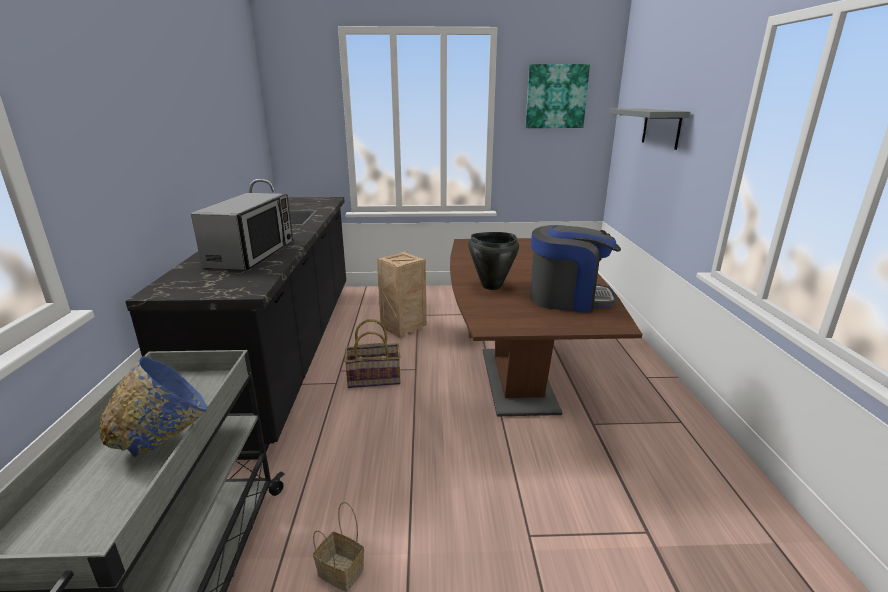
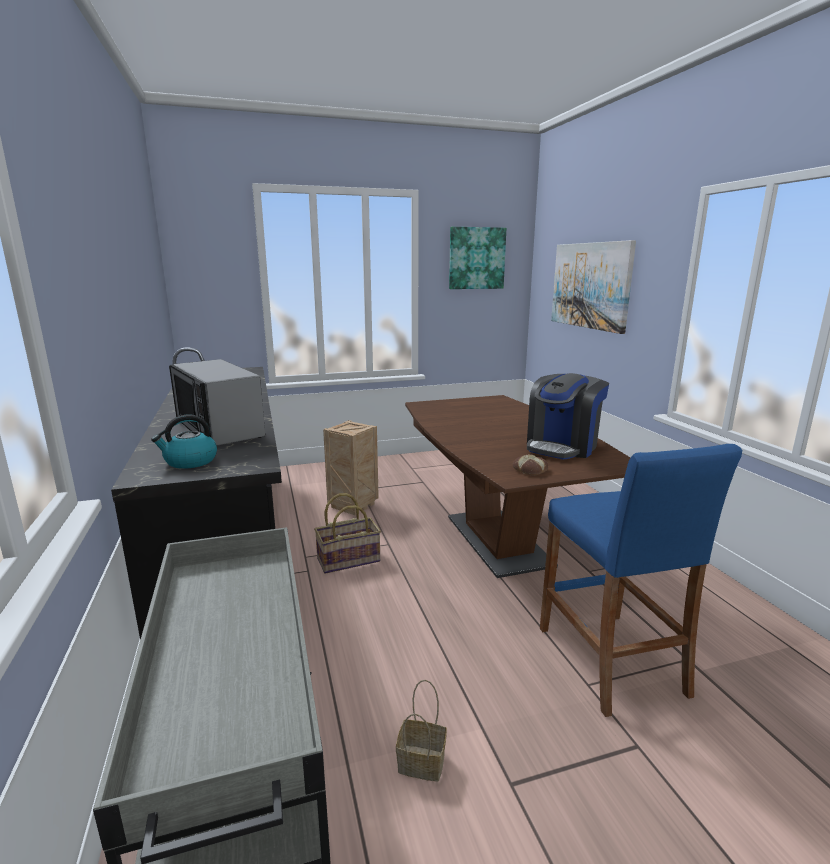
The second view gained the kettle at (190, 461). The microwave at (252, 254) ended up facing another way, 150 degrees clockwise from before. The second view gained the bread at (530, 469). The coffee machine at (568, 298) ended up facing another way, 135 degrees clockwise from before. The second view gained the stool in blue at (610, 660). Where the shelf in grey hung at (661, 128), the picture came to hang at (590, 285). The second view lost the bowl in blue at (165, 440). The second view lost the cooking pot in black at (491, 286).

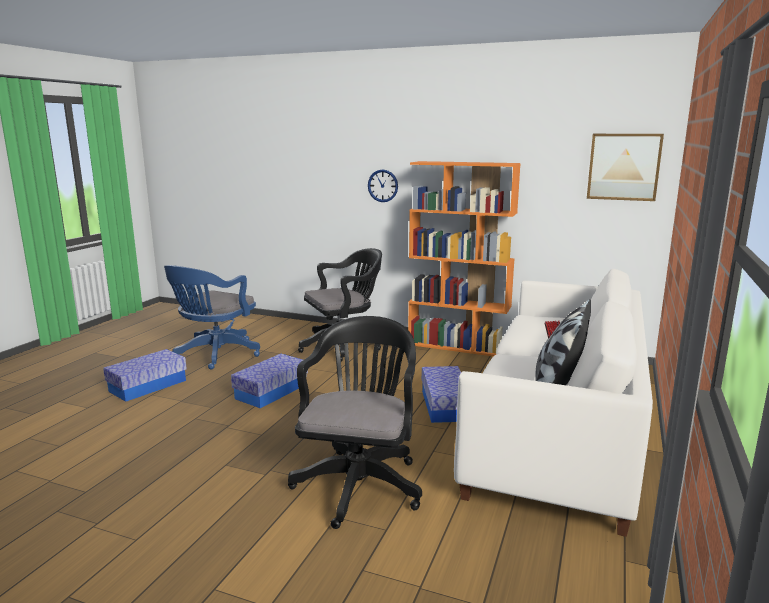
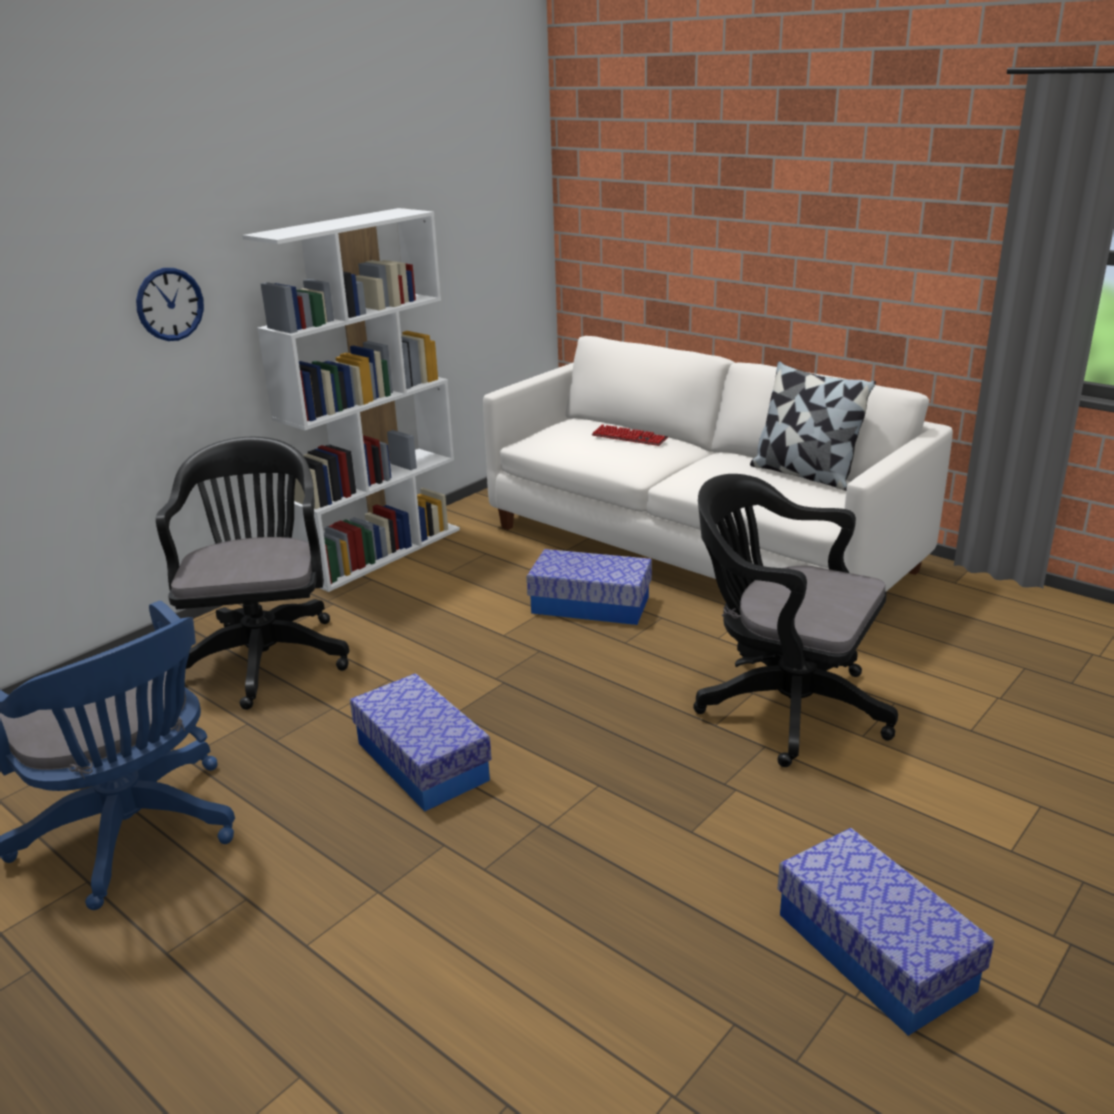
What was the bookcase in orange at (458, 346) turned into the bookcase in white at (381, 552). The storage box ended up elsewhere, having gone from (148, 386) to (874, 951). The second view lost the picture at (623, 167).

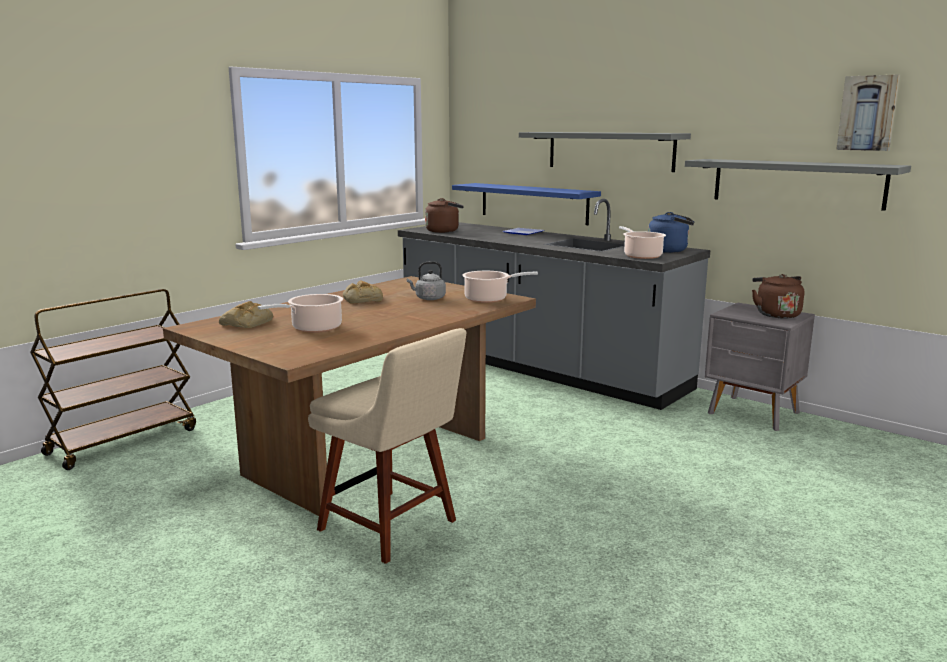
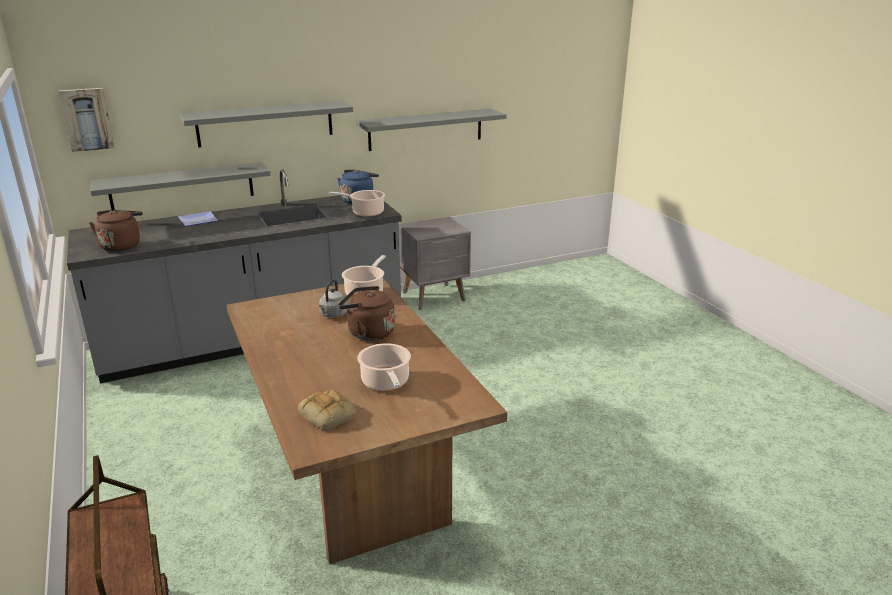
The picture ended up elsewhere, having gone from (868, 113) to (87, 119). What was the shelf in blue at (533, 203) turned into the shelf in grey at (182, 187). The kettle in brown ended up elsewhere, having gone from (776, 314) to (368, 332). The second view lost the chair in beige at (392, 527). The second view lost the bread at (362, 299).

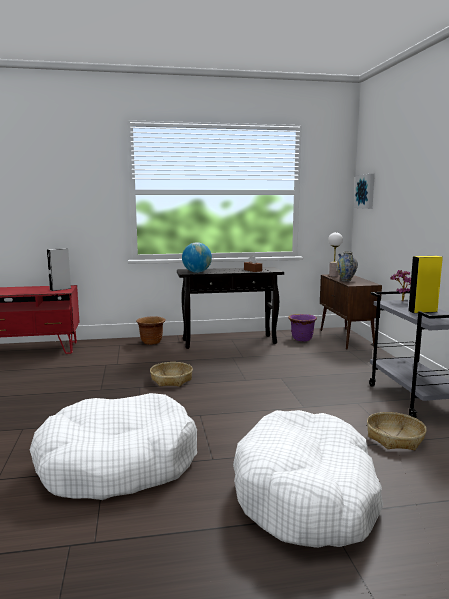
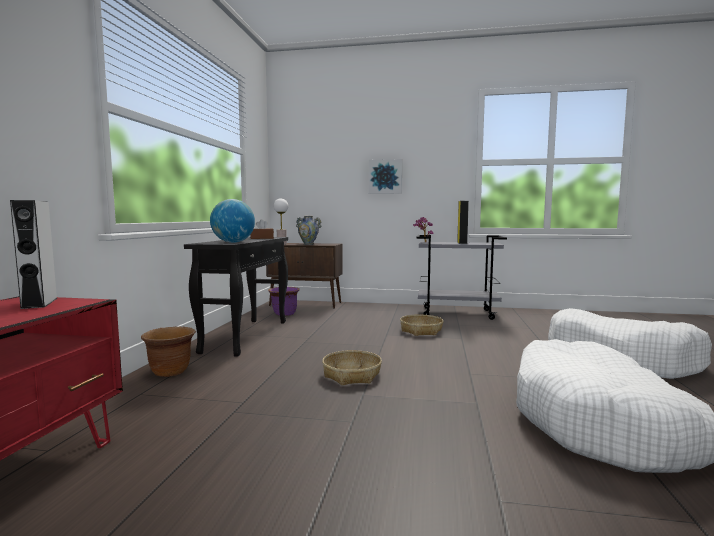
The picture ended up elsewhere, having gone from (365, 191) to (385, 176). The basket ended up elsewhere, having gone from (395, 438) to (421, 331).

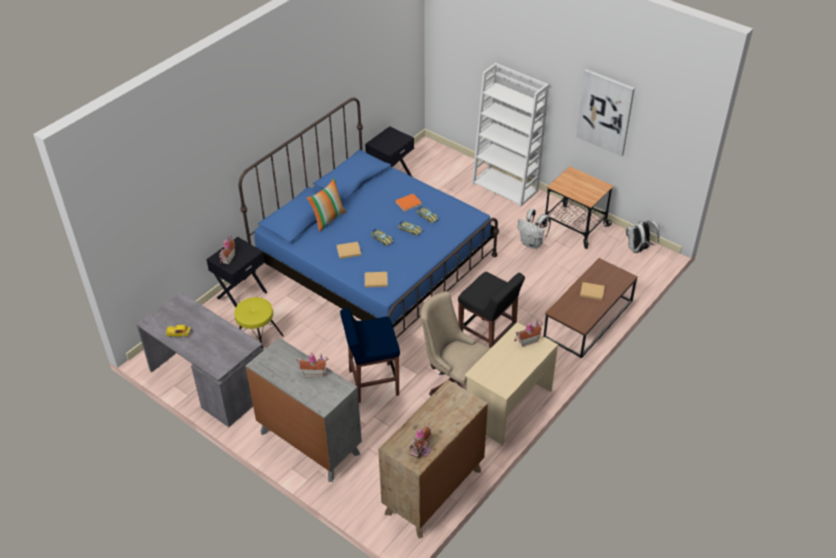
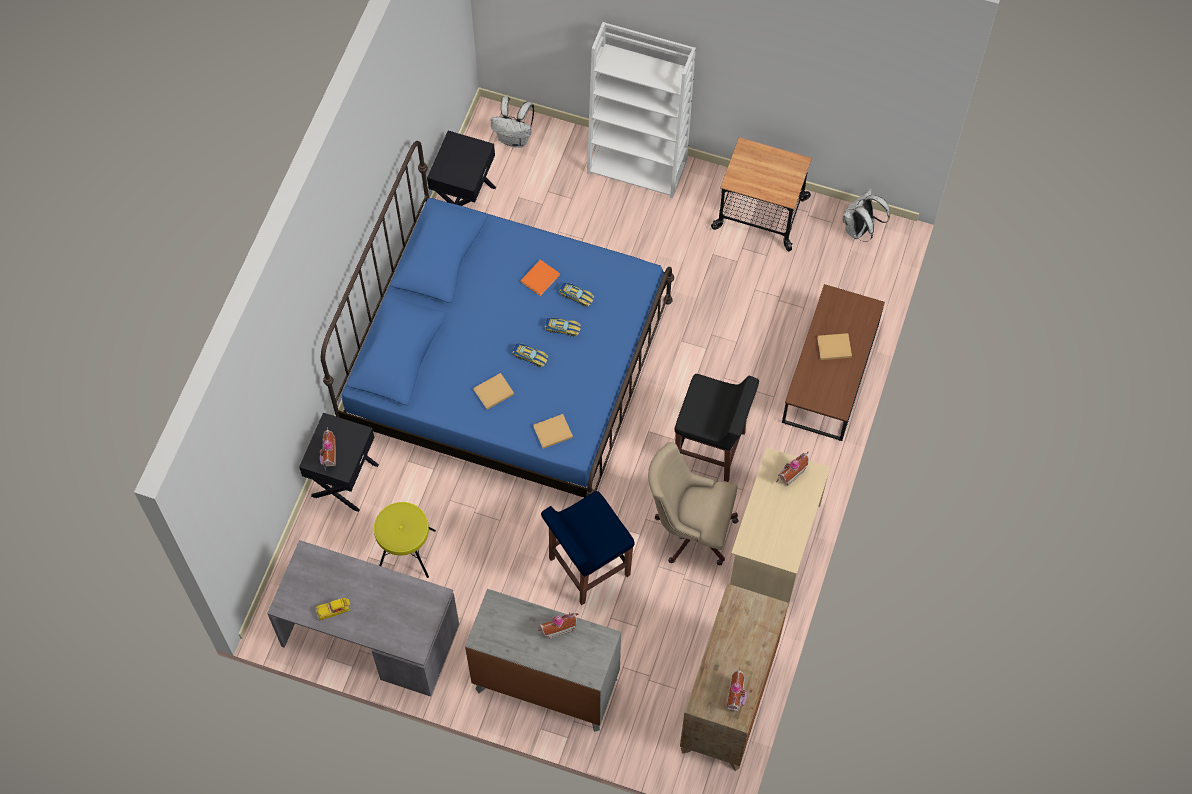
The backpack in white ended up elsewhere, having gone from (532, 243) to (515, 138). The second view lost the pillow at (328, 218). The second view lost the picture at (605, 112).

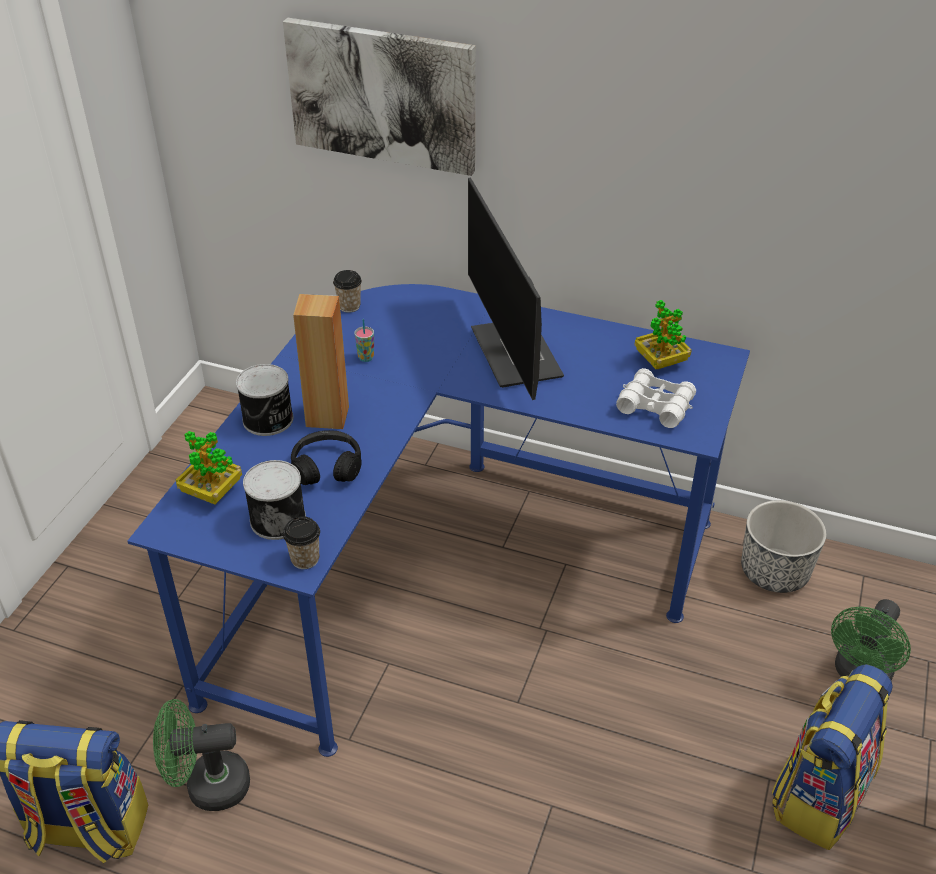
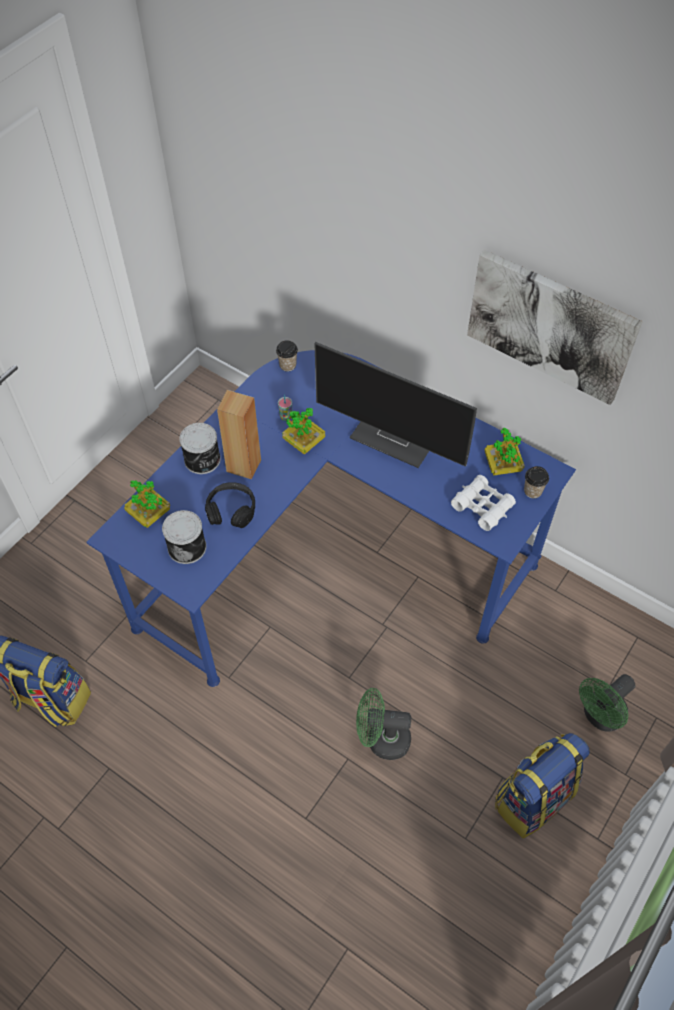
The second view gained the potted plant at (304, 443). The monitor at (517, 355) ended up facing another way, 60 degrees counterclockwise from before. The fan in green ended up elsewhere, having gone from (207, 786) to (381, 739). The picture ended up elsewhere, having gone from (382, 95) to (550, 325). The cup ended up elsewhere, having gone from (305, 559) to (532, 491). The second view lost the planter at (774, 571).

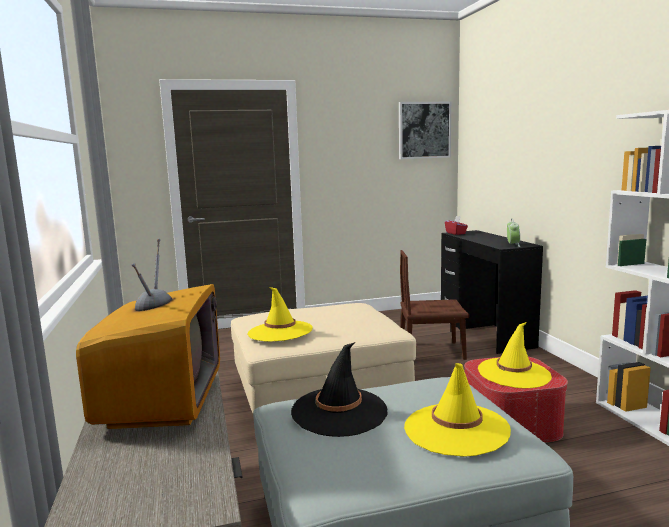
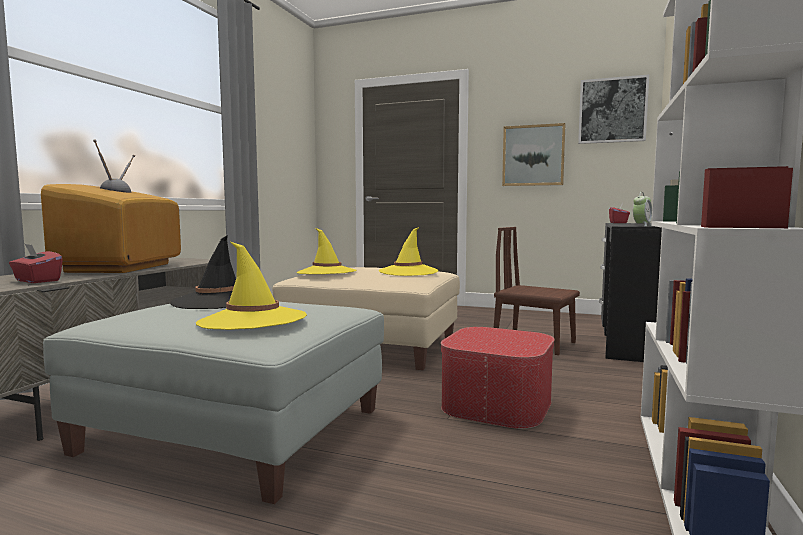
The second view gained the tissue box in red at (37, 281). The television at (163, 401) ended up facing another way, 150 degrees clockwise from before. The hat in yellow ended up elsewhere, having gone from (514, 373) to (408, 272). The second view gained the picture at (533, 155).

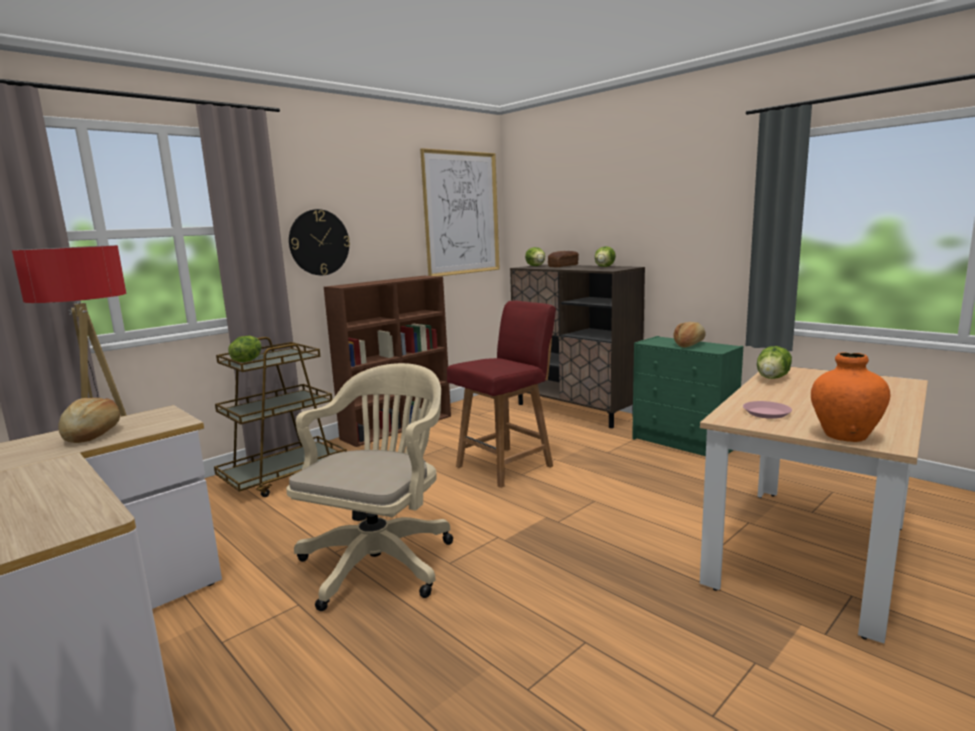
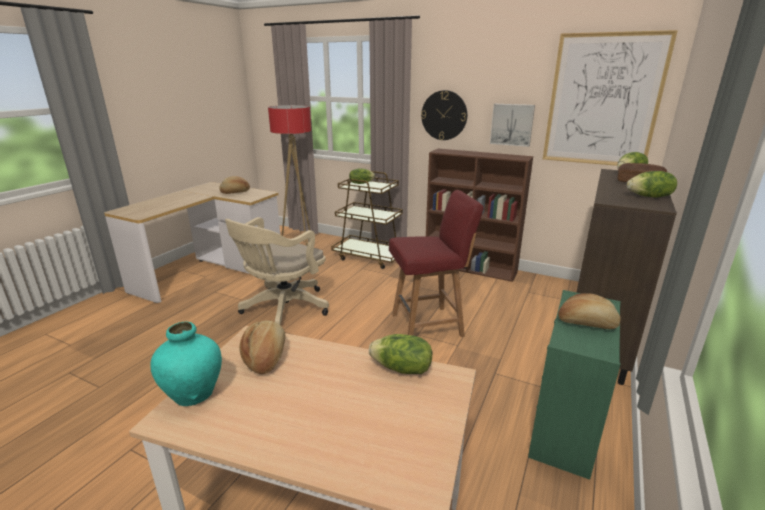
What was the vase in orange at (845, 436) turned into the vase in turquoise at (194, 395). The office chair in beige at (381, 560) ended up facing another way, 120 degrees clockwise from before. Where the plate in pink stood at (766, 413), the bread came to stand at (266, 357). The chair in red at (506, 466) ended up facing another way, 45 degrees counterclockwise from before. The second view gained the picture at (512, 124).

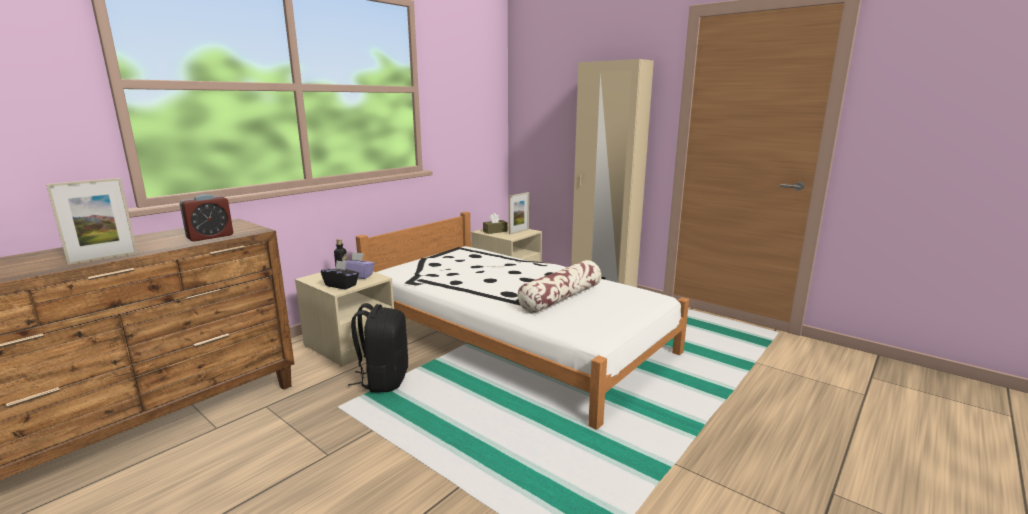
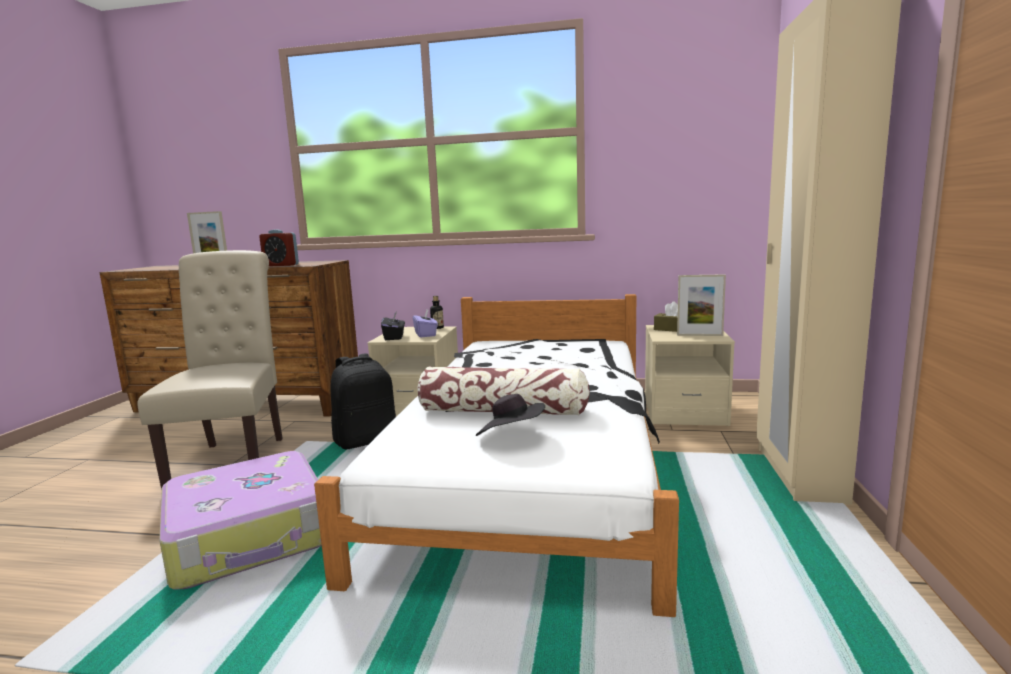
The second view gained the chair in beige at (234, 459). The second view gained the suitcase at (250, 536). The second view gained the hat in black at (511, 437).

